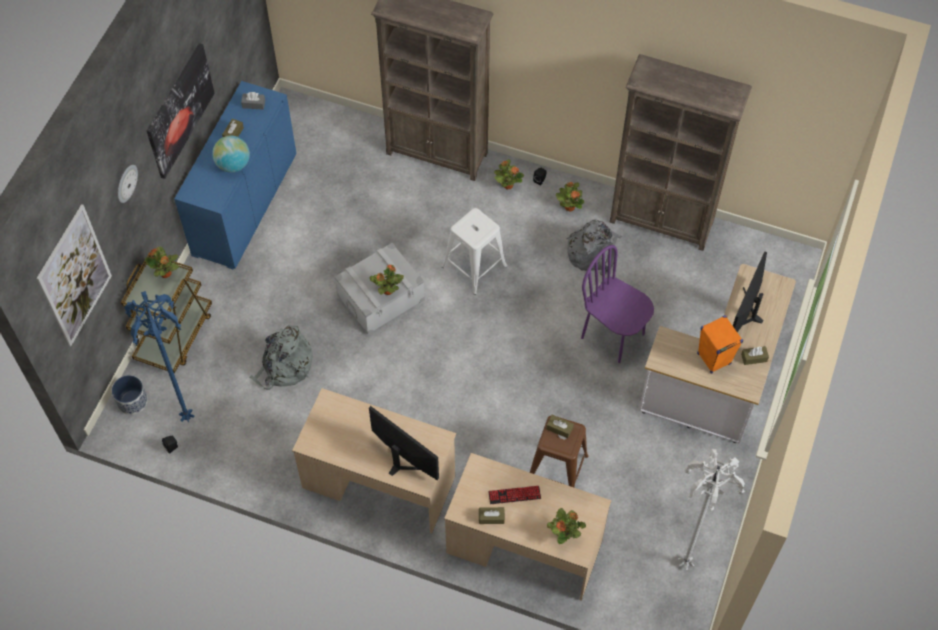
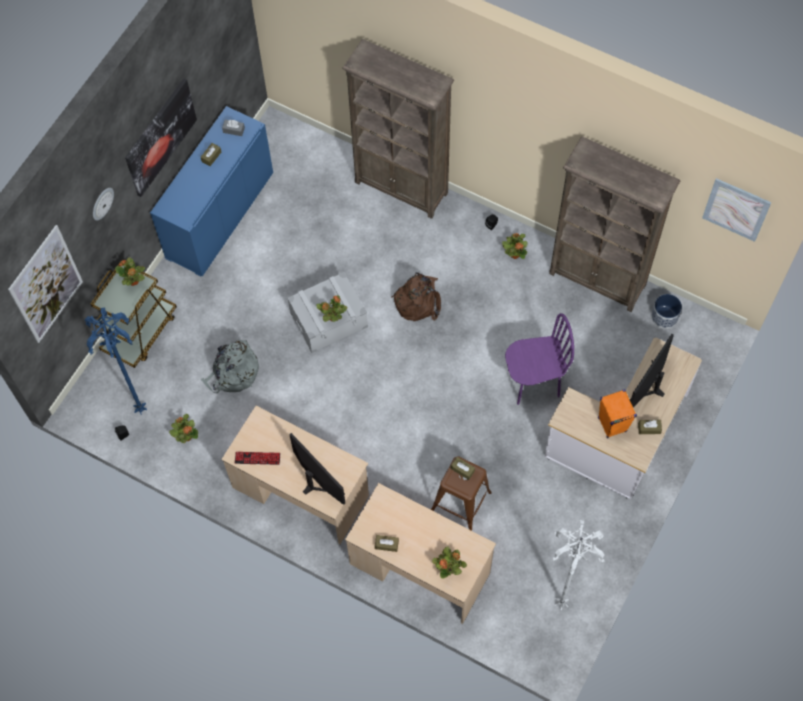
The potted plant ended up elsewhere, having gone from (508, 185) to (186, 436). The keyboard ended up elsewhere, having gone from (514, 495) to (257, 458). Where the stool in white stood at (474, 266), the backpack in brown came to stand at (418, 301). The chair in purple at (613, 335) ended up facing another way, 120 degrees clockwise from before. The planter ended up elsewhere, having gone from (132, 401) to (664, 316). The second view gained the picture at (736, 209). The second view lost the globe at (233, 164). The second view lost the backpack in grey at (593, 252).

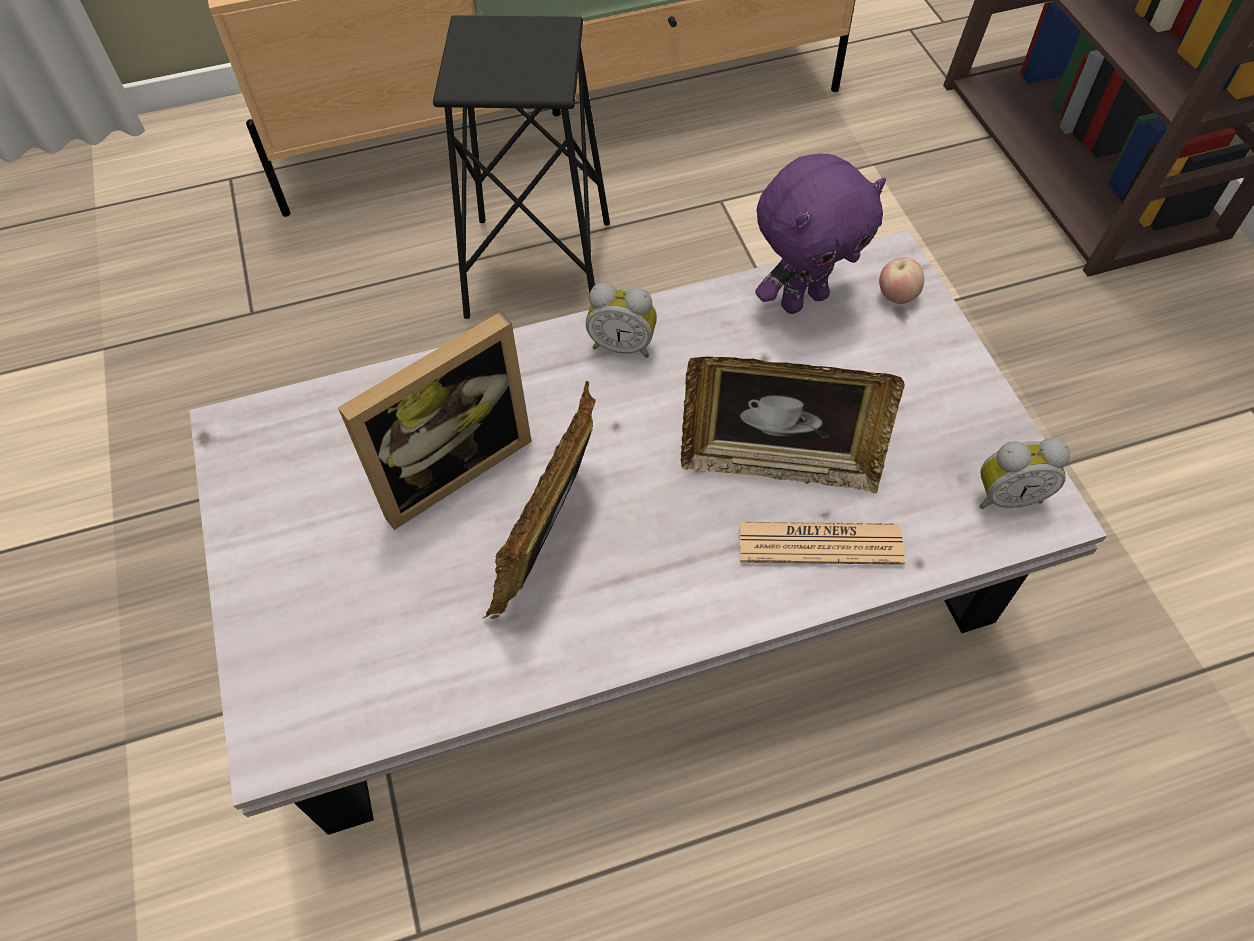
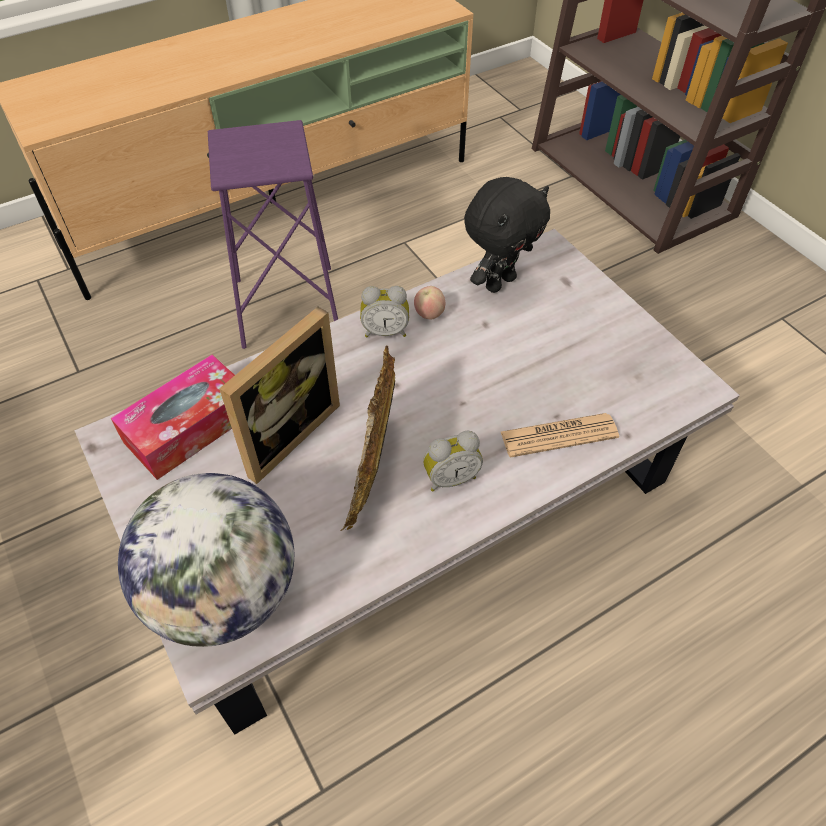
The second view gained the tissue box at (190, 427). The second view gained the globe at (225, 593). What was the stool in black at (539, 269) turned into the stool in purple at (288, 306). The apple ended up elsewhere, having gone from (897, 296) to (429, 314). The alarm clock ended up elsewhere, having gone from (1006, 495) to (450, 477). What was the plush toy in purple at (803, 299) turned into the plush toy in black at (499, 282). The second view lost the picture frame at (778, 464).

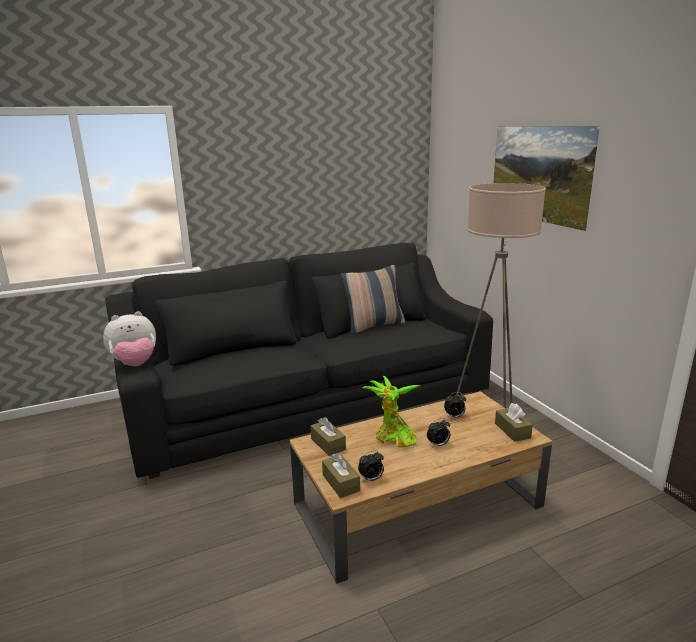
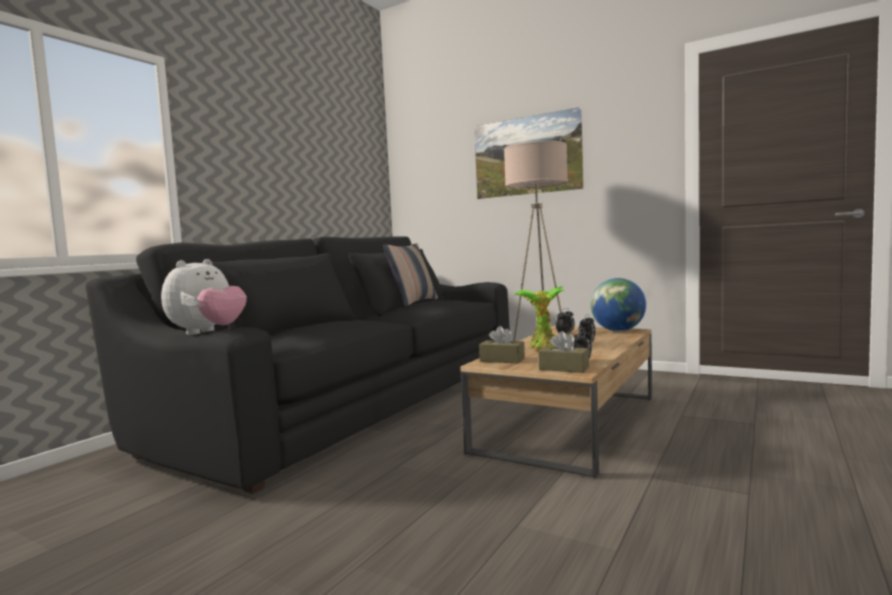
Where the tissue box in brown stood at (512, 430), the globe came to stand at (618, 331).

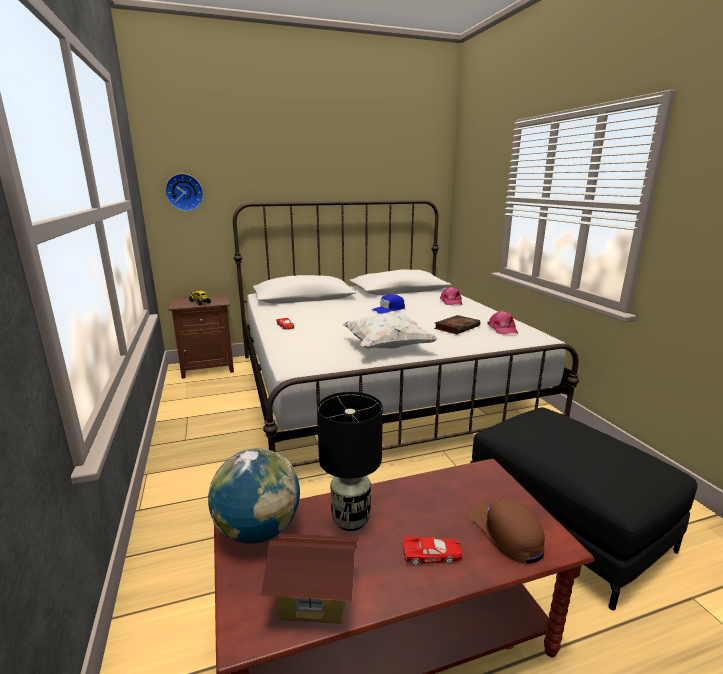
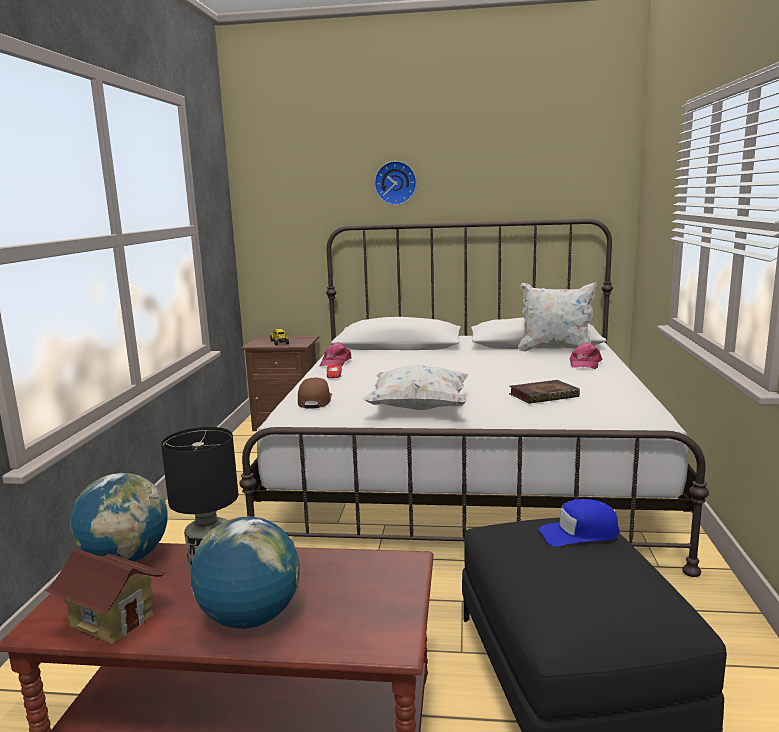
Where the toy car in red stood at (432, 555), the globe came to stand at (250, 618). The cap in brown ended up elsewhere, having gone from (505, 532) to (315, 400). The cap in pink ended up elsewhere, having gone from (502, 329) to (335, 362). The wall clock ended up elsewhere, having gone from (184, 192) to (395, 183). The second view gained the pillow in white at (555, 350). The cap in blue ended up elsewhere, having gone from (389, 309) to (579, 533).

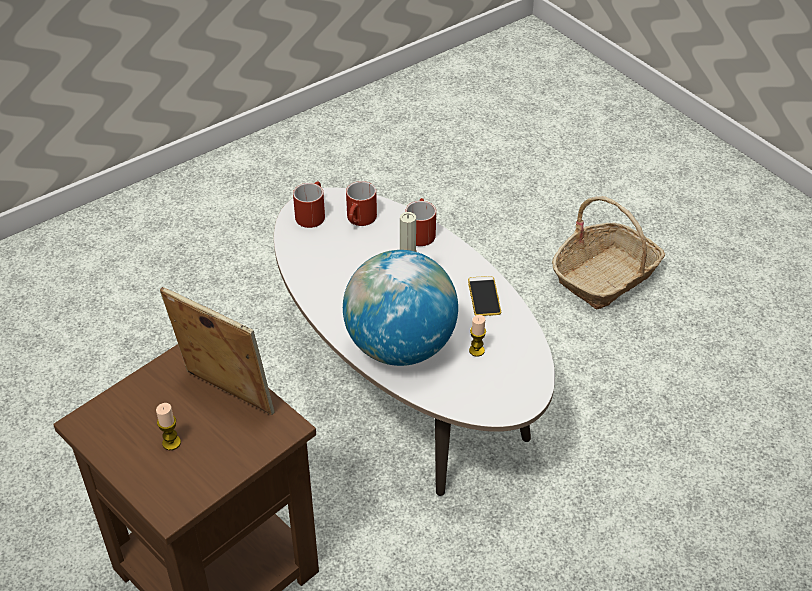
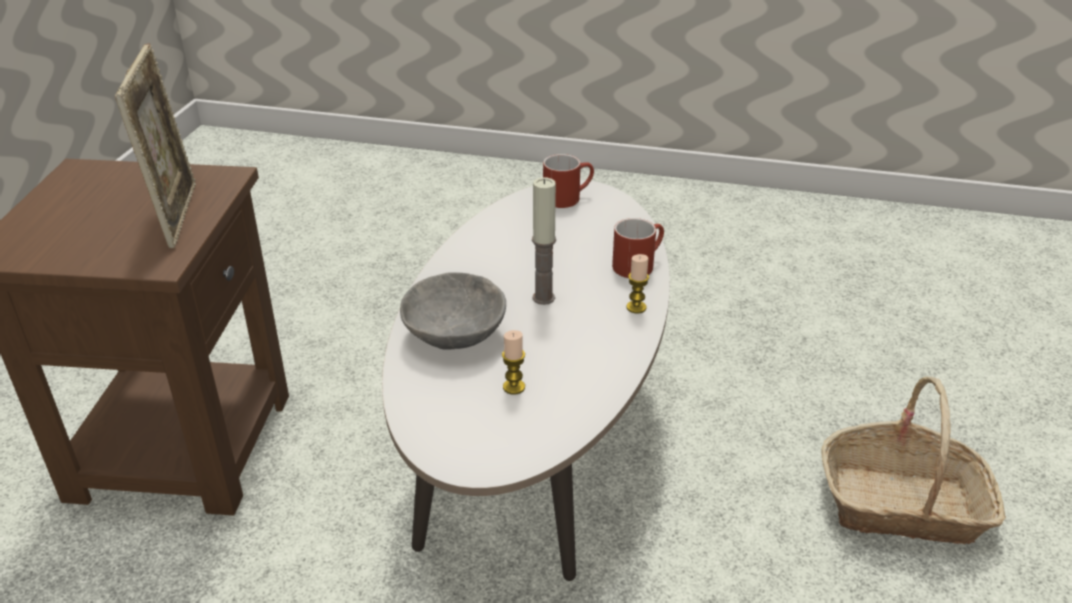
Where the globe stood at (400, 347), the bowl in grey came to stand at (455, 333). The candle ended up elsewhere, having gone from (171, 443) to (636, 307). The second view lost the mug in red at (360, 220). The second view lost the phone at (484, 296).

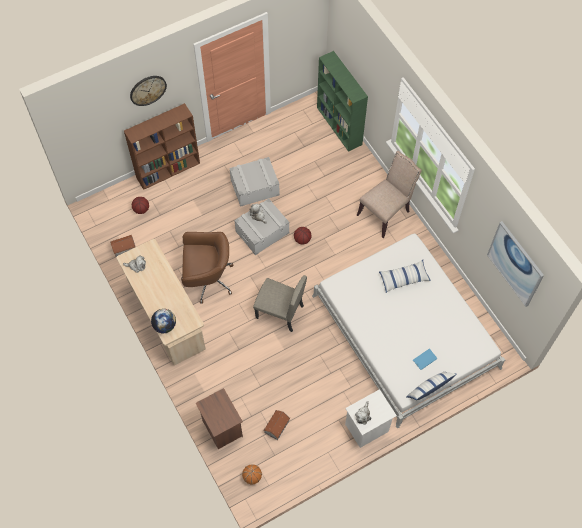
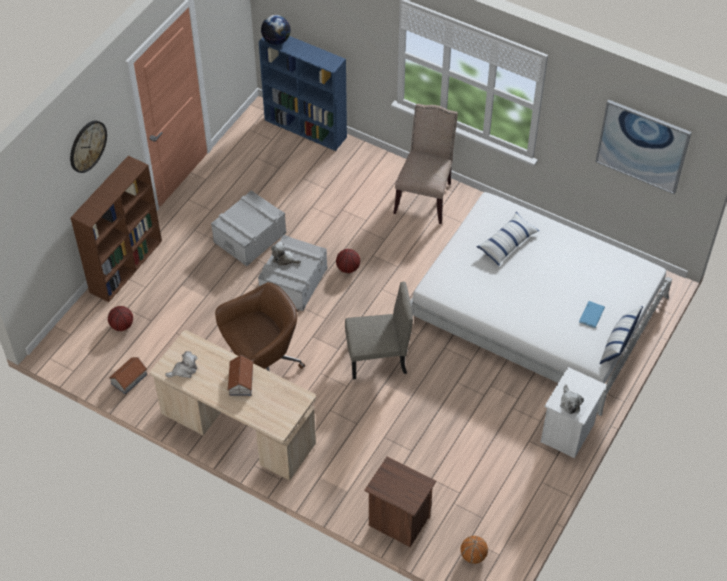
The toy house ended up elsewhere, having gone from (276, 426) to (241, 382). What was the bookcase in green at (339, 126) turned into the bookcase in blue at (306, 129). The globe ended up elsewhere, having gone from (165, 326) to (276, 40).

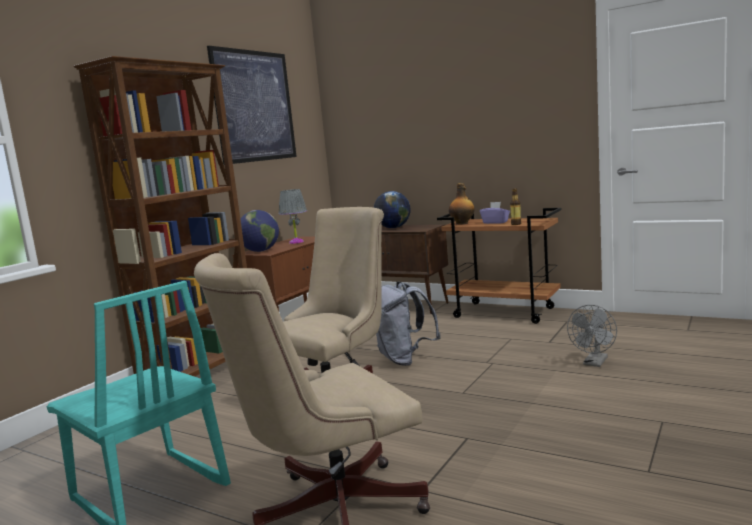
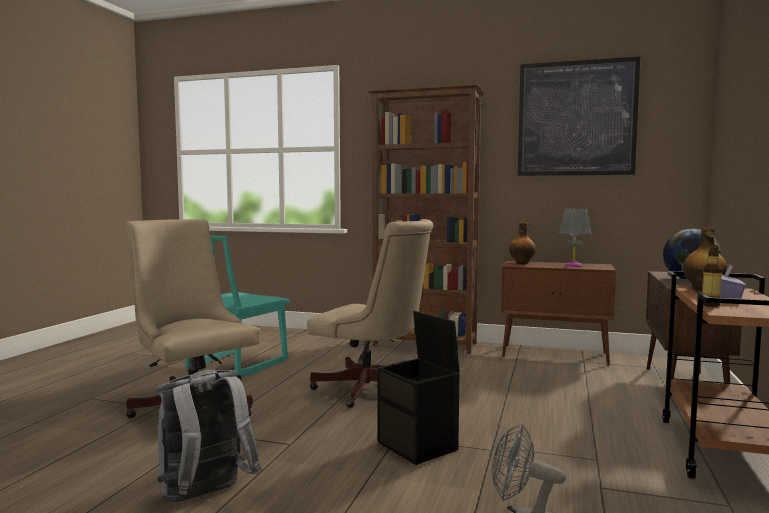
The backpack in grey ended up elsewhere, having gone from (405, 359) to (205, 497). The second view gained the storage box in black at (419, 446). Where the globe stood at (260, 251), the bottle came to stand at (522, 263).

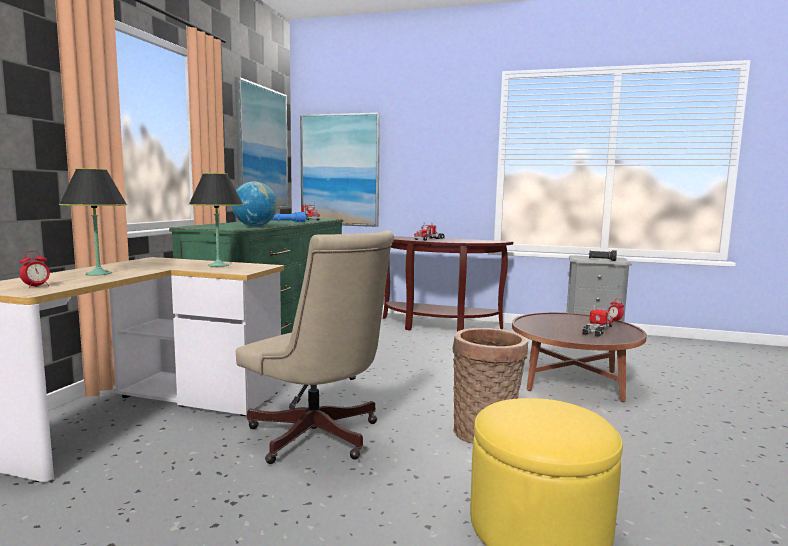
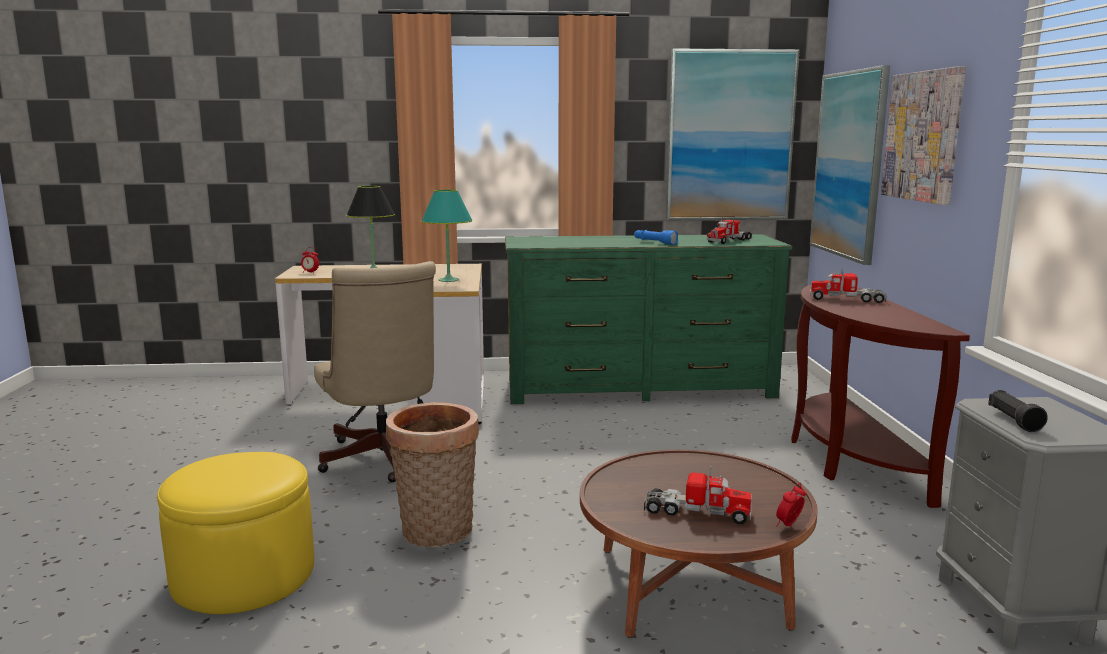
The office chair in beige at (318, 438) ended up facing another way, 45 degrees counterclockwise from before. What was the table lamp in black at (218, 265) turned into the table lamp in turquoise at (448, 280). The second view gained the picture at (923, 136). The second view lost the globe at (255, 226).

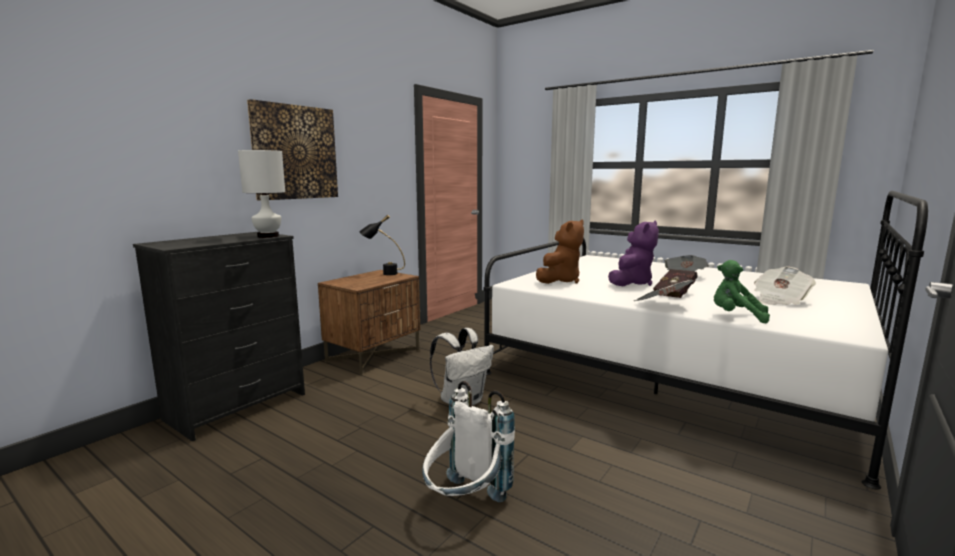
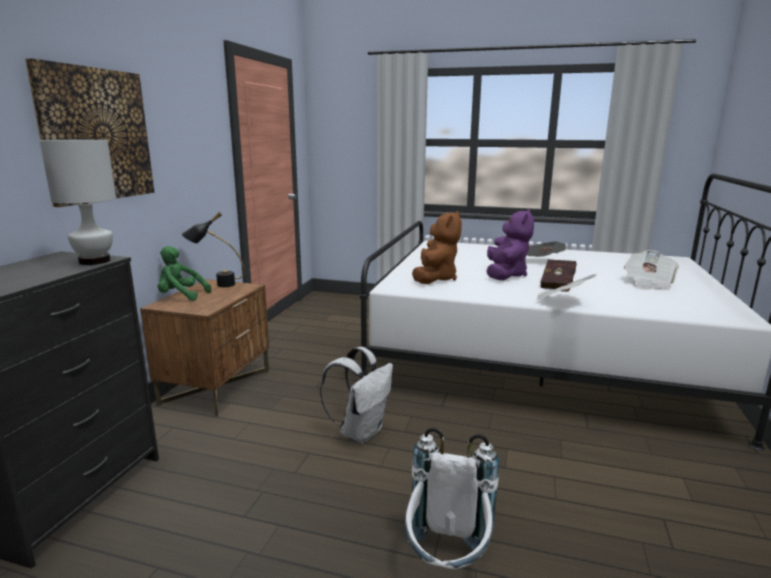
The plush toy in green ended up elsewhere, having gone from (736, 317) to (181, 296).

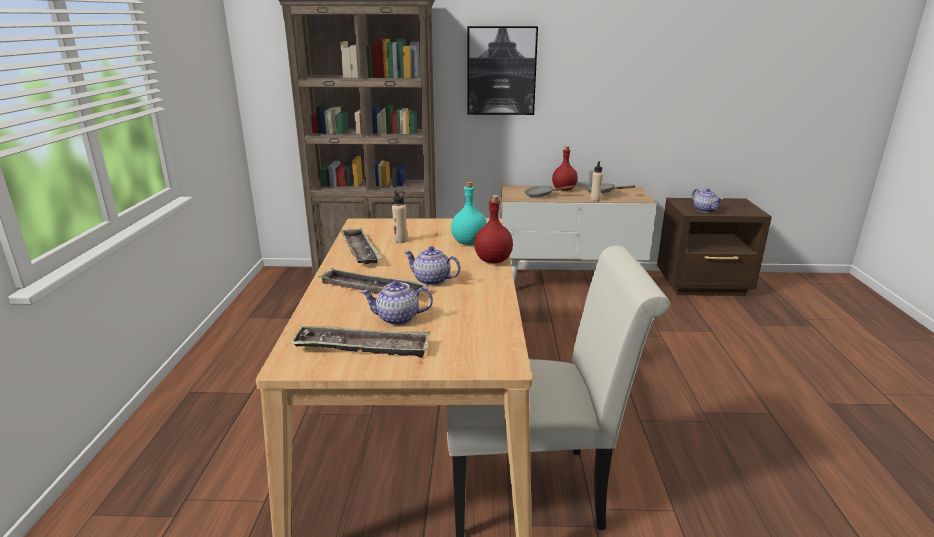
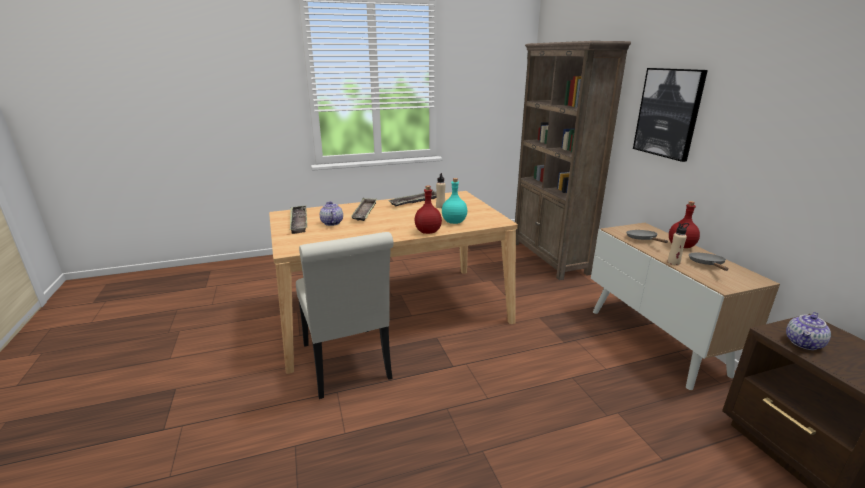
The second view lost the teapot at (431, 280).

